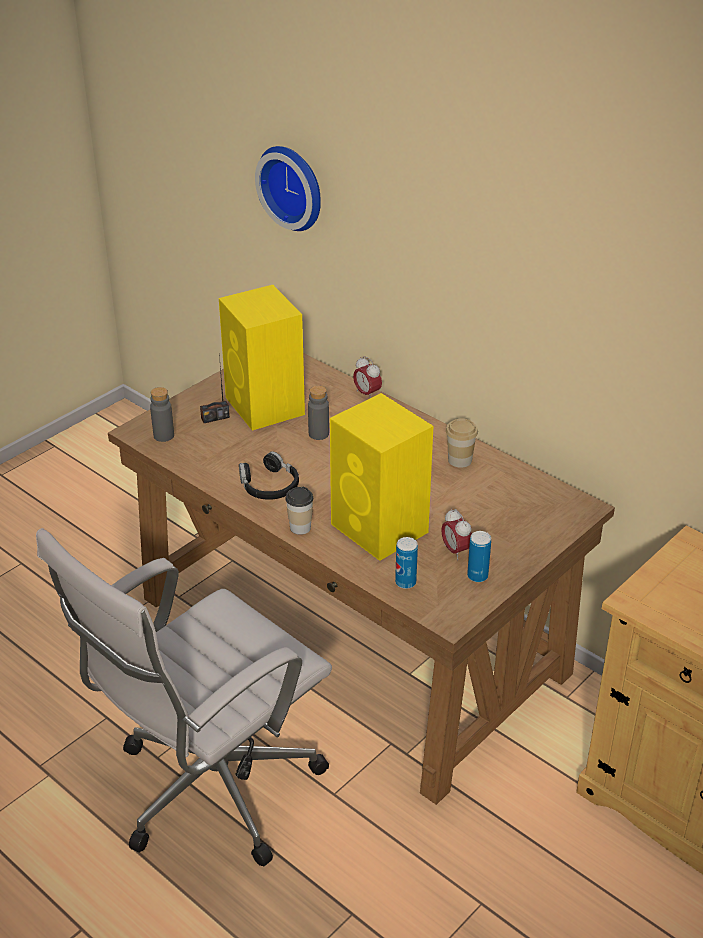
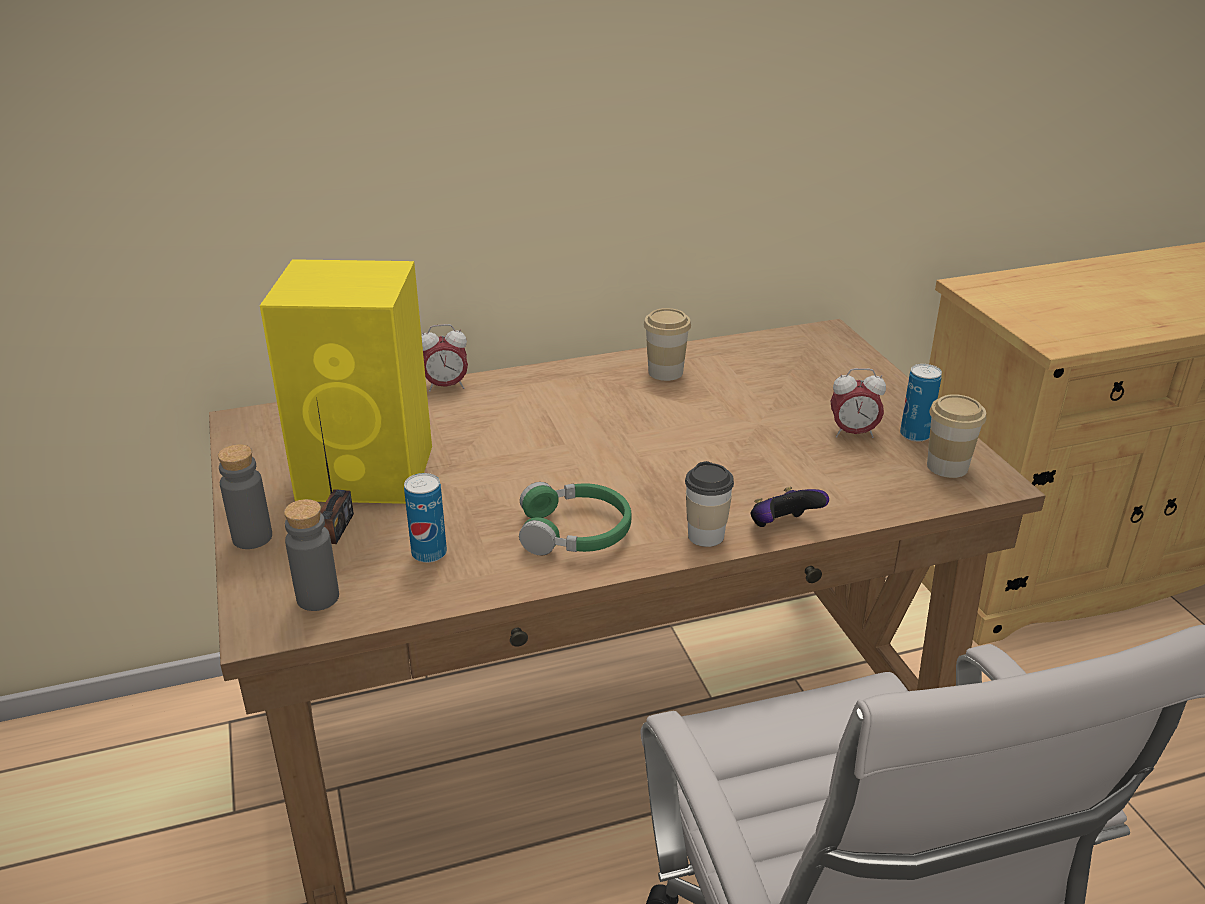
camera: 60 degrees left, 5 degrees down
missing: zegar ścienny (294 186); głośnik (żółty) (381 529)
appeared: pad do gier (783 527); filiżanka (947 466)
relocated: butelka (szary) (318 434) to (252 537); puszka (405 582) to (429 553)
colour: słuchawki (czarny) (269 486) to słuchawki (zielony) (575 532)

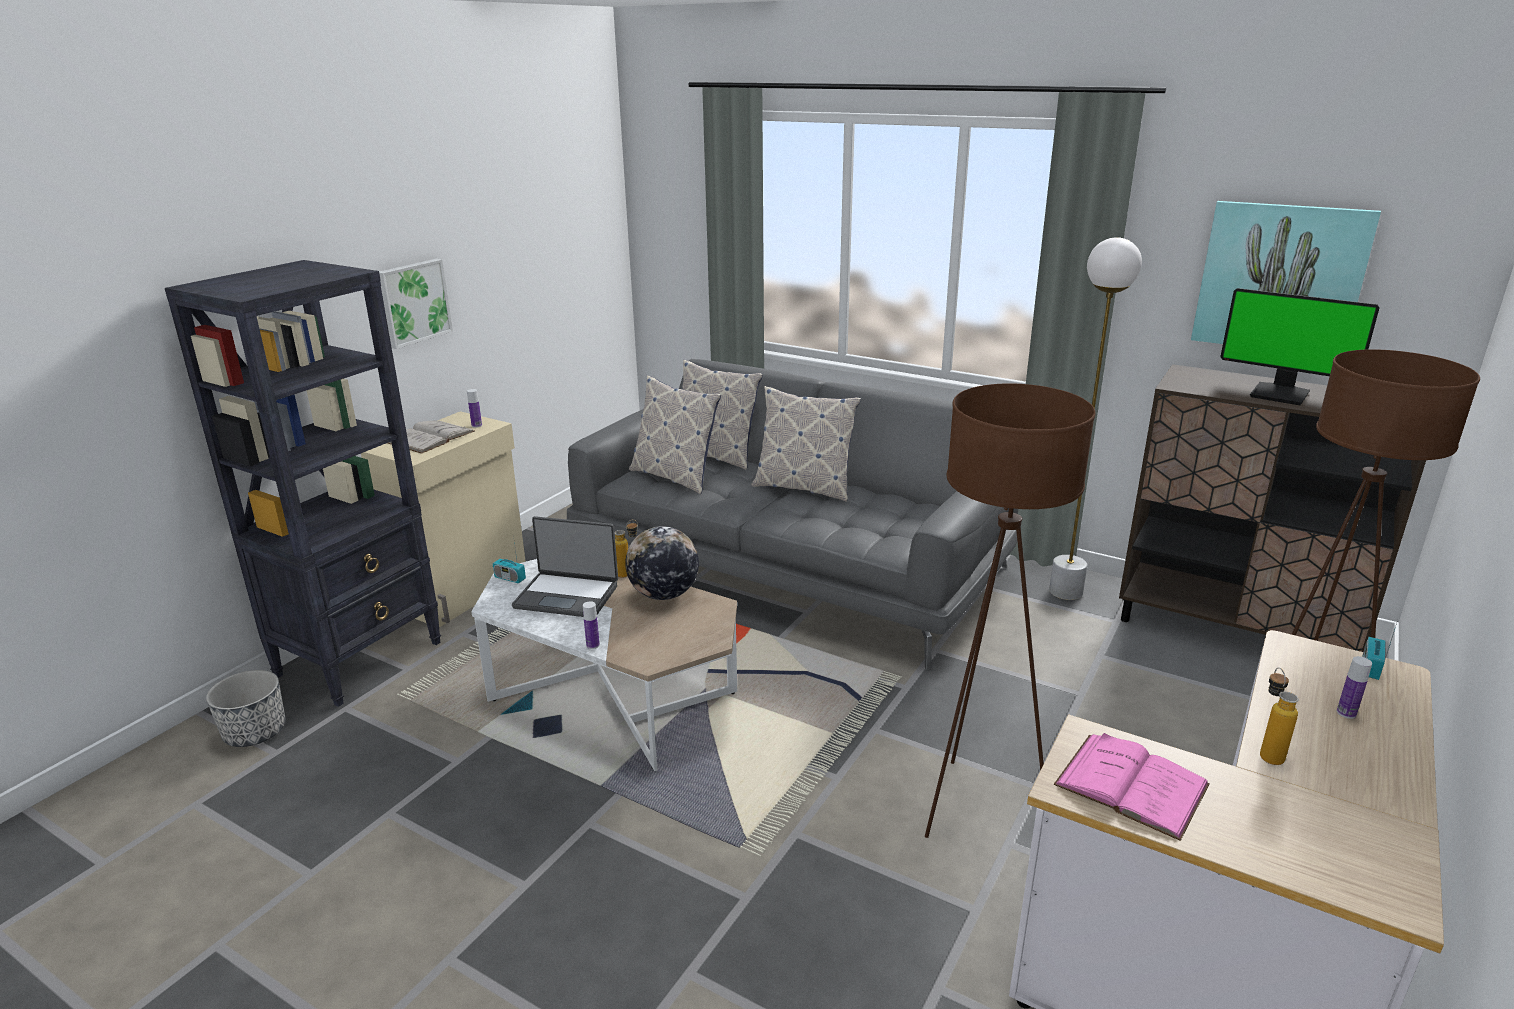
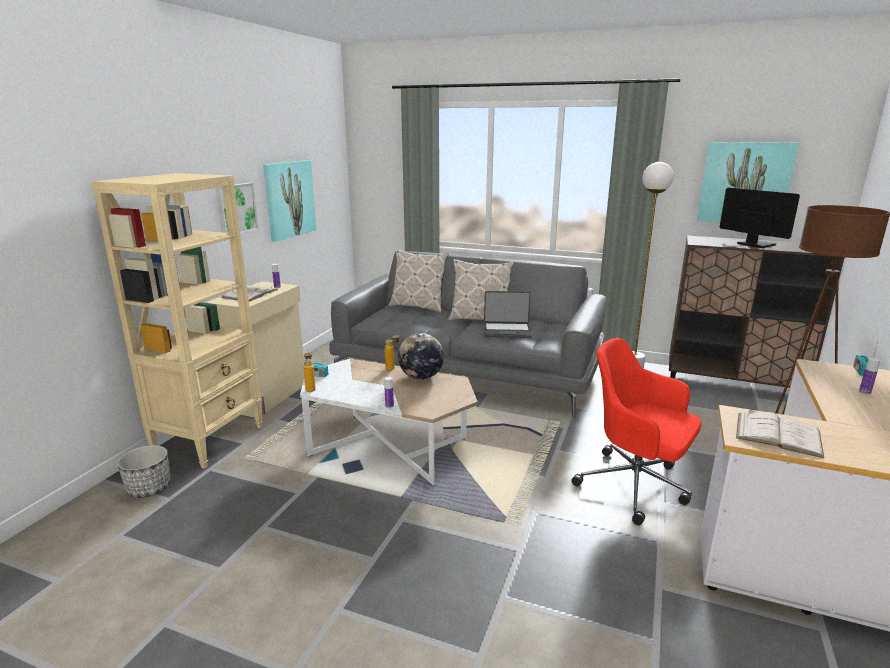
camera: 10 degrees left, 5 degrees down
missing: poduszka (675 477)
appeared: obraz (290 199)
relocated: laptop (567 595) to (507 331); butelka (1267 752) to (310 388)
exchanged: lampa stojąca (brązowy) (977 807) to krzesło biurowe (czerwony) (635 486)
colour: regał (czarny) (361 658) to regał (beżowy) (210 439); książka (różowy) (1131 784) to książka (biały) (778 434)
spun: monitor (1280 394) = (754 244) 150 degrees counterclockwise

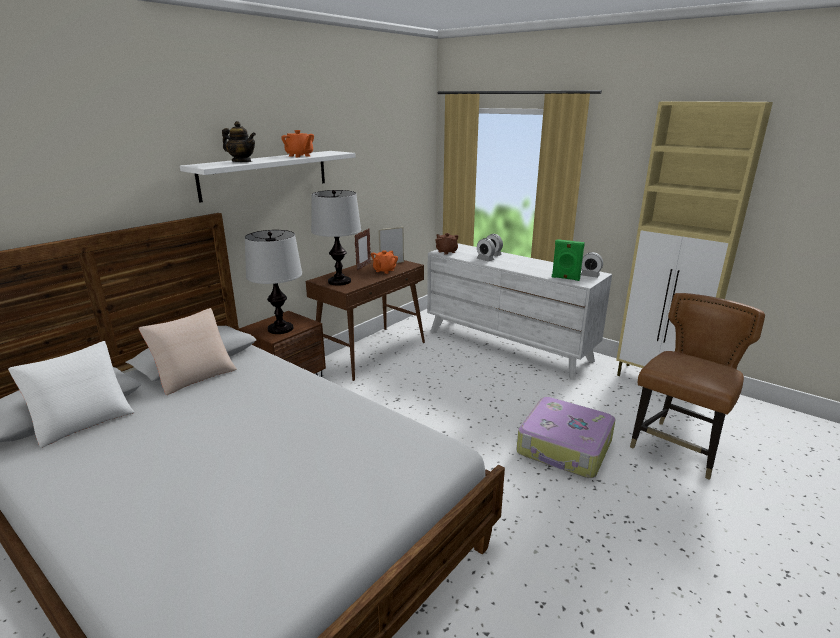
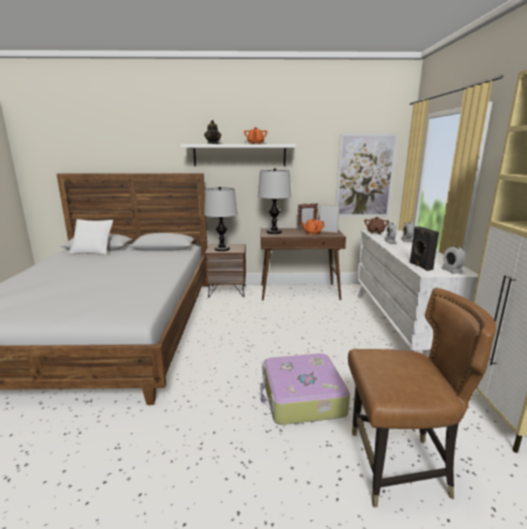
camera: 50 degrees right, 5 degrees down
missing: poduszka (beżowy) (194 375)
appeared: obraz (365 176)
colour: głośnik (zielony) (565 278) to głośnik (czarny) (420 266)

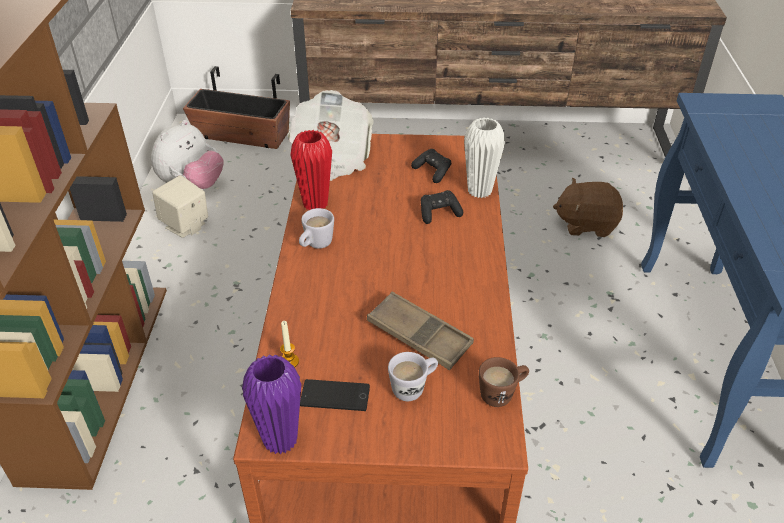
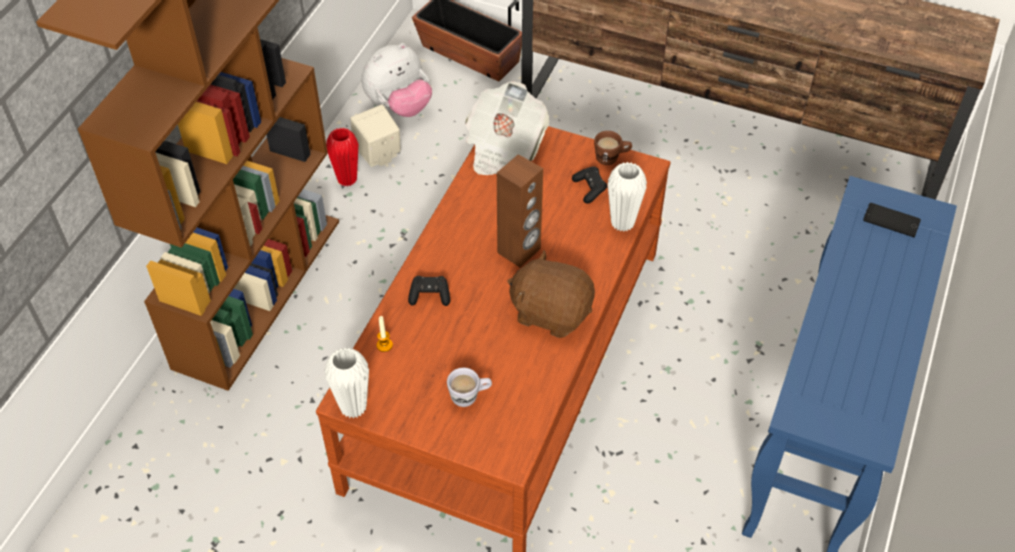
camera: 20 degrees right, 10 degrees up
missing: kubek (biały) (315 245); taca (brązowy) (419 335)
appeared: głośnik (brązowy) (519 251)
relocated: wazon (czerwony) (315 204) to (347 179); telefon (335 396) to (891 220); pad do gier (czarny) (439 213) to (430 295); kubek (brązowy) (502 394) to (611 158); pluszak (brązowy) (586 224) to (551 312)
colour: wazon (fioletowy) (280 440) to wazon (biały) (353 407)

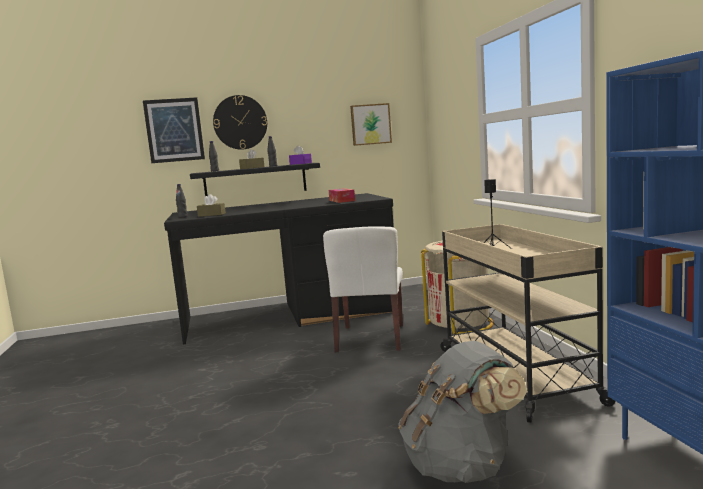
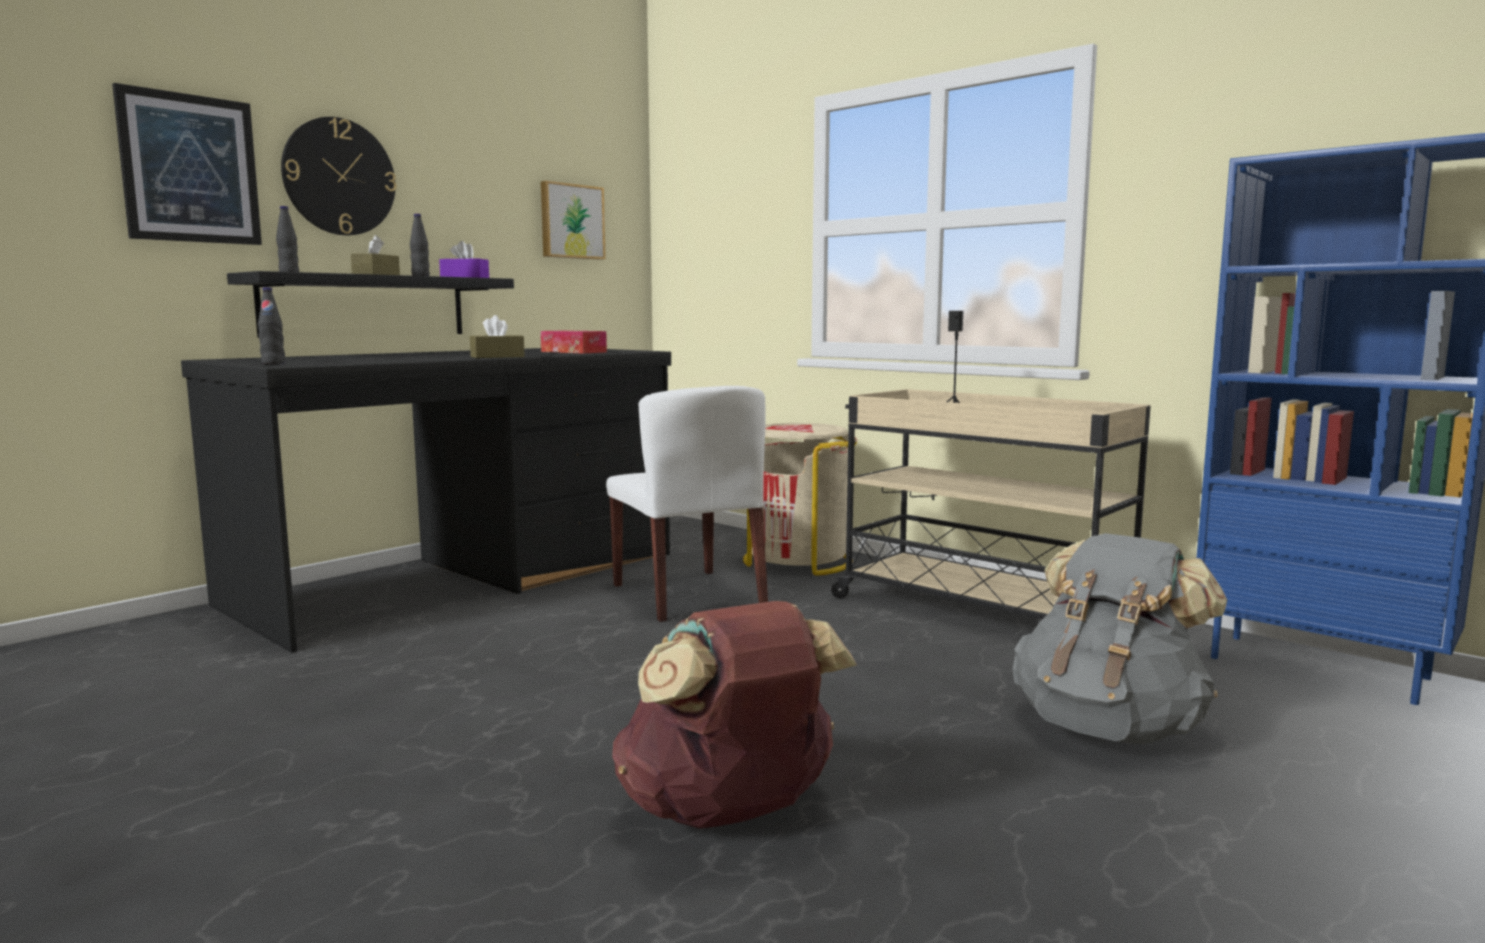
camera: 35 degrees left, 0 degrees up
appeared: plecak (brązowy) (730 813)
relocated: pudełko chusteczek (brązowy) (211 215) to (497 357)

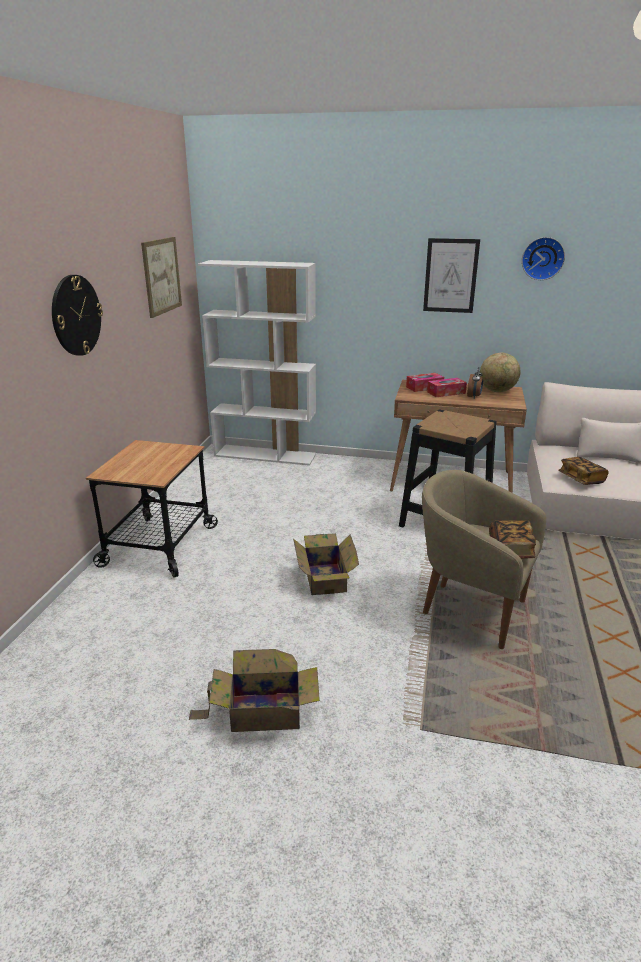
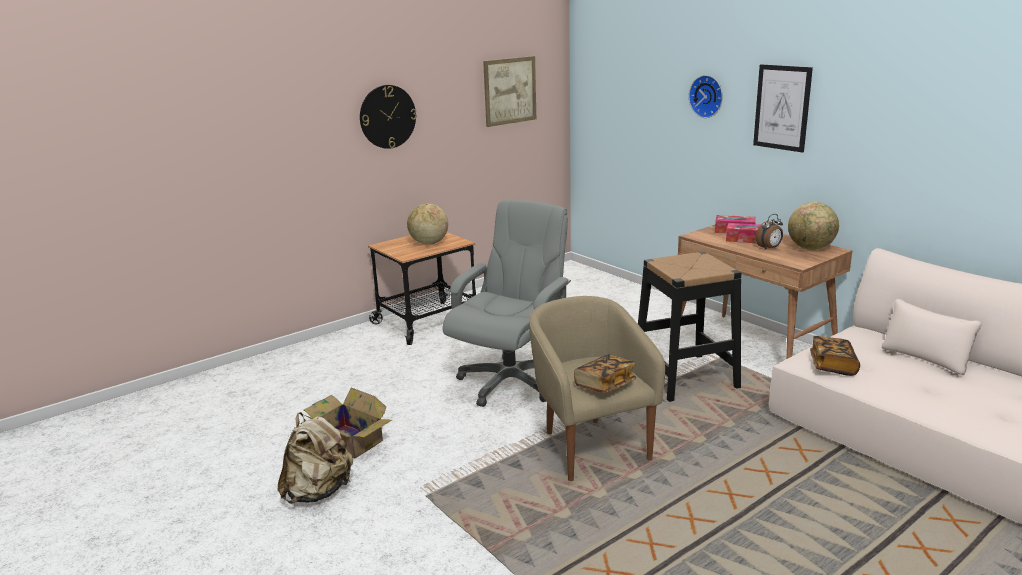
camera: 40 degrees right, 5 degrees down
missing: regał (biały) (265 455)
appeared: plecak (beżowy) (318 492); globus (428 243)
relocated: zegar ścienny (542 258) to (707 96)
exchanged: karton (325 577) to krzesło biurowe (szary) (510 381)

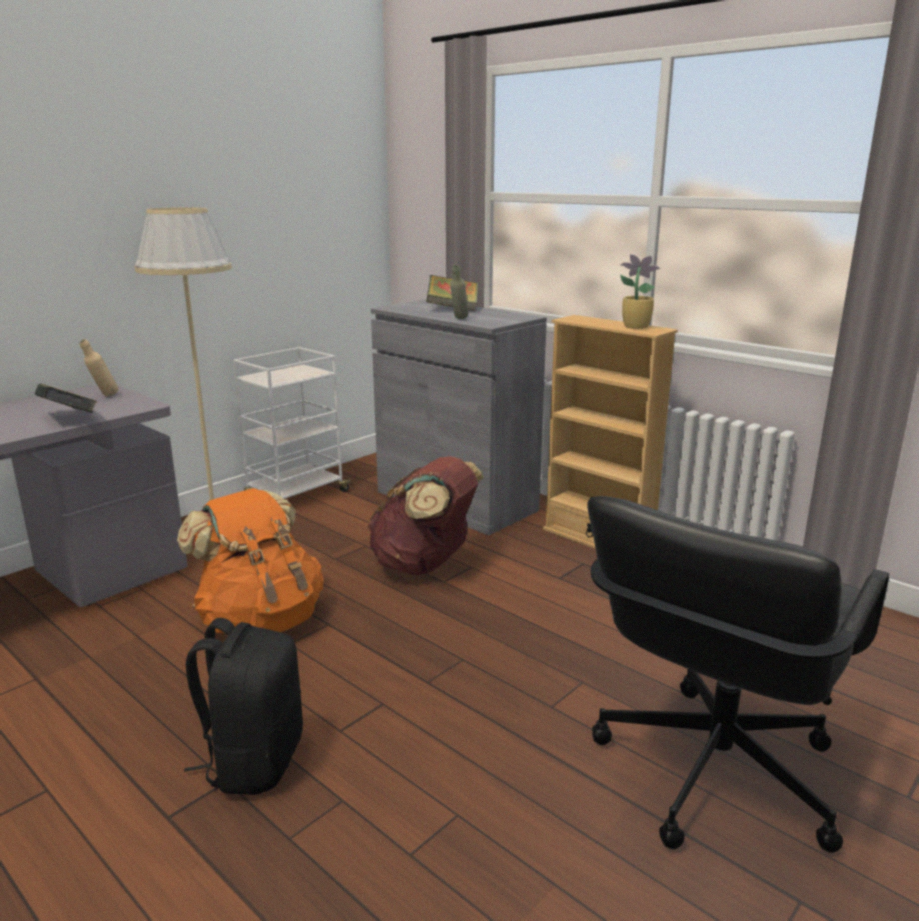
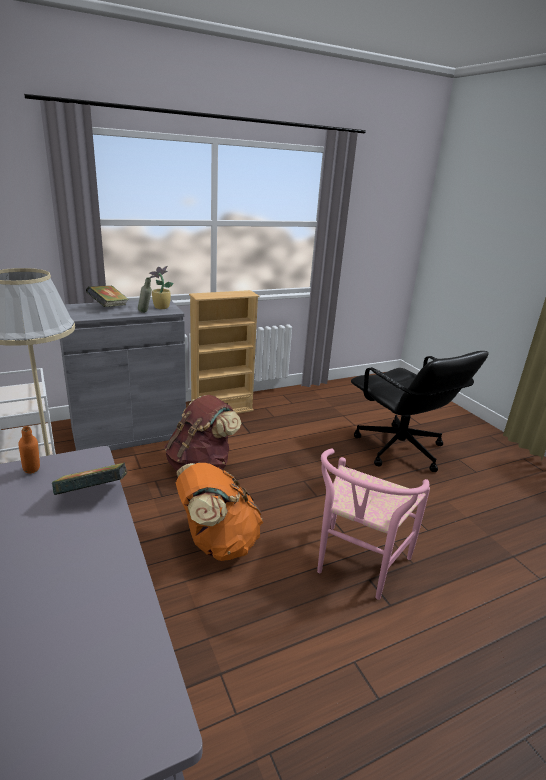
camera: 70 degrees left, 5 degrees up
relocated: roślina doniczkowa (634 326) to (160 307)
exchanged: plecak (czarny) (254 761) to krzesło (różowy) (356 566)
colour: butelka (beżowy) (104 397) to butelka (pomarańczowy) (33 474)

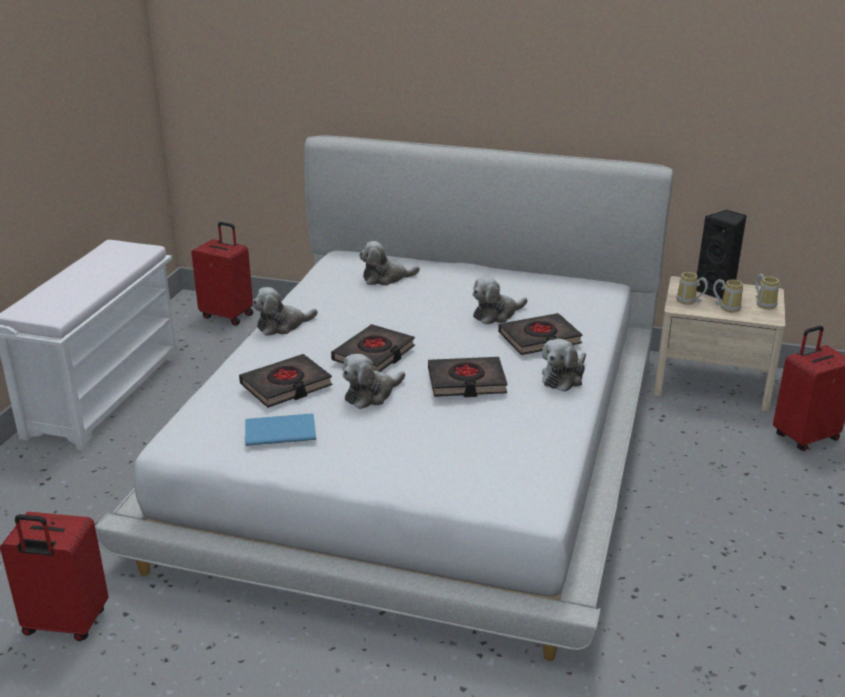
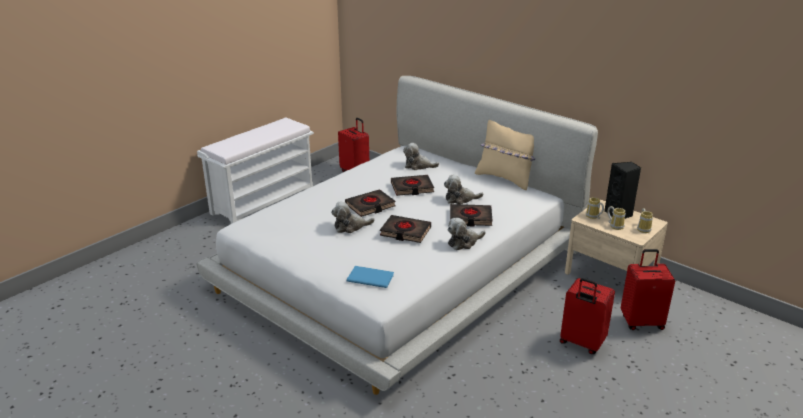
camera: 25 degrees right, 0 degrees up
missing: pluszak (282 325)
appeared: poduszka (beżowy) (505 178)
relocated: walizka (czerwony) (65 624) to (581 343); książka (czarny) (286 386) to (412 188); książka (niebieski) (278 430) to (369 277)

